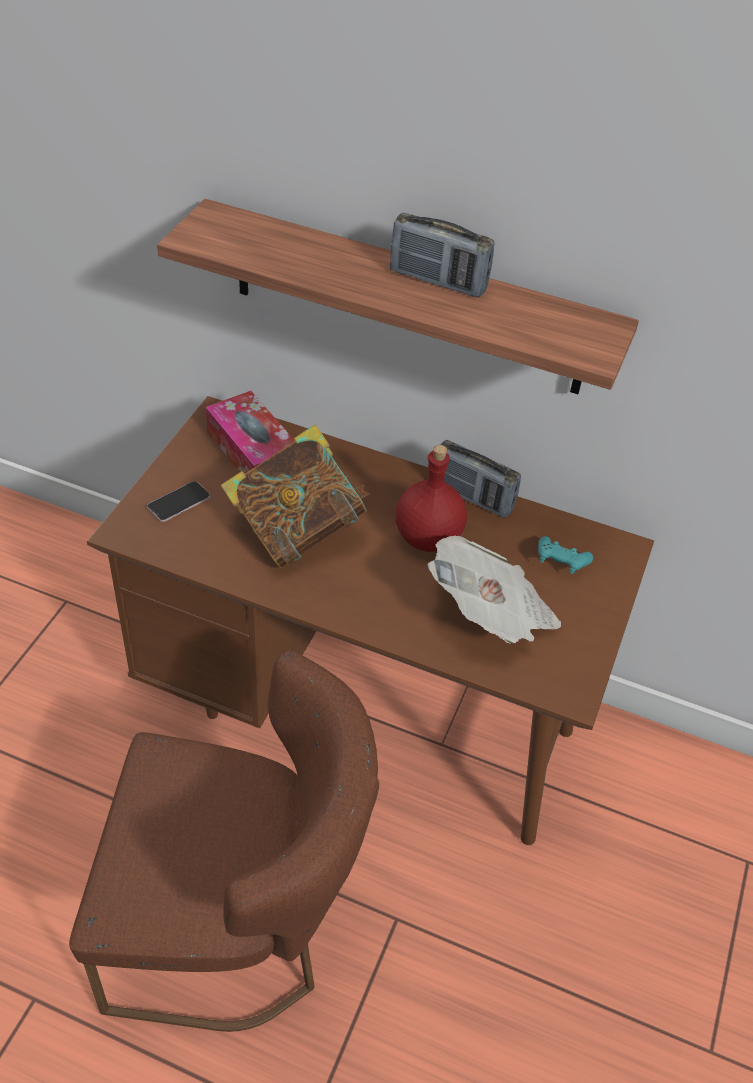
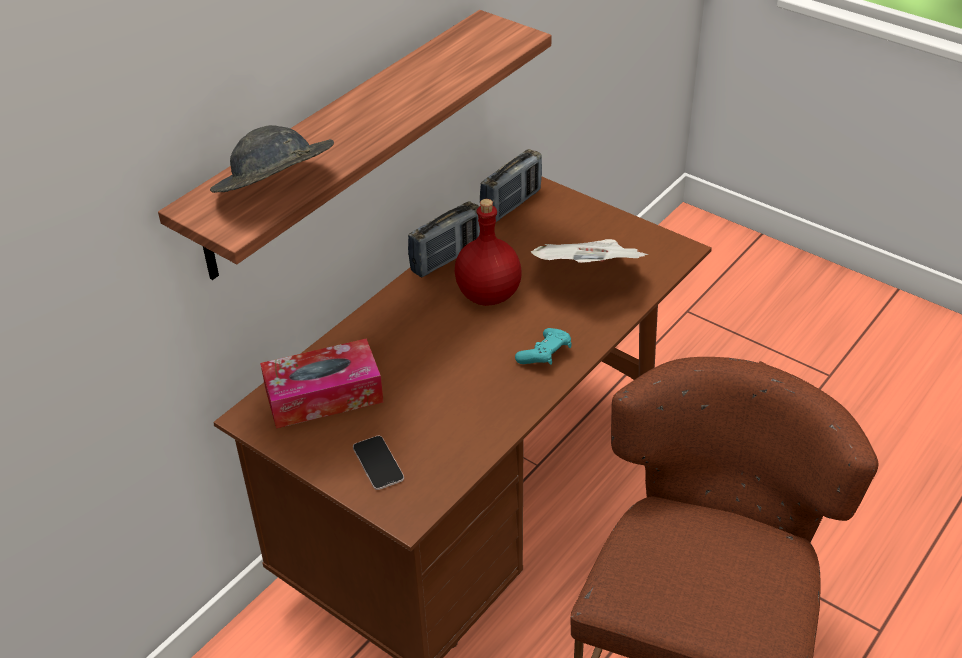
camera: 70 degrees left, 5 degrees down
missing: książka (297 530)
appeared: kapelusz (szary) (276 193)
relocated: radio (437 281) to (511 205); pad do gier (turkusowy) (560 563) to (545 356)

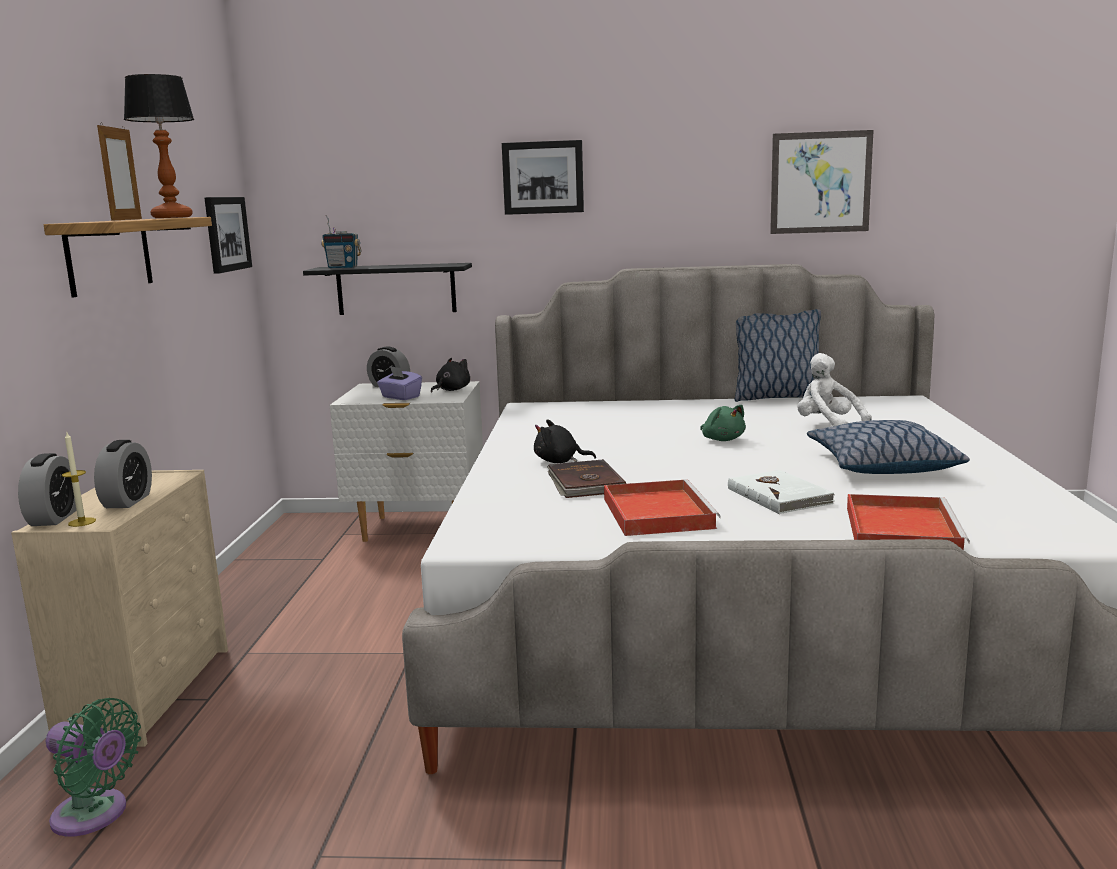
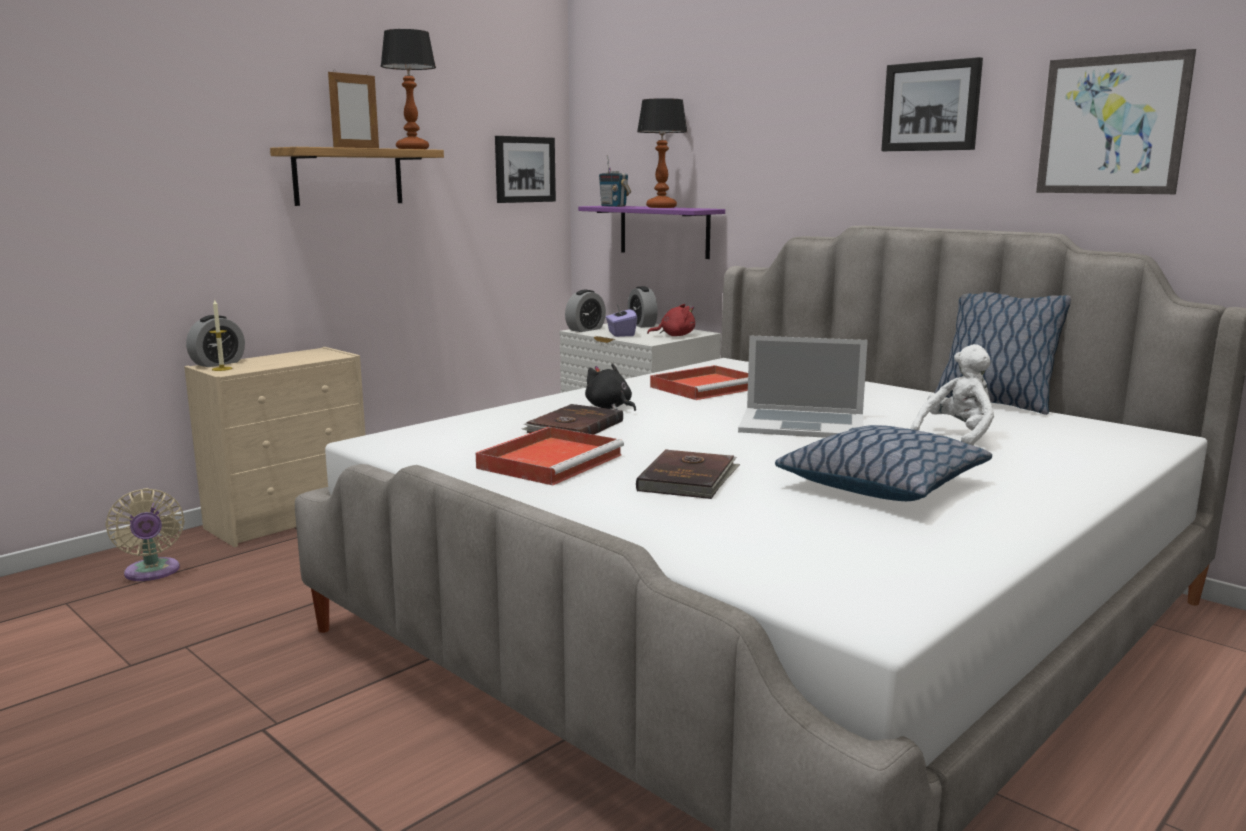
camera: 40 degrees right, 0 degrees up
appeared: lampa stołowa (660 207)
relocated: budzik (127 501) to (585 329); obraz (543 177) to (931 106); taca (czerwony) (900 529) to (706 387)
exchanged: pluszak (zielony) (722 439) to laptop (802 424)
colour: wentylator (zielony) (95 815) to wentylator (beżowy) (152 573); półka (czarny) (396 289) to półka (fioletowy) (664 231); pluszak (czarny) (451 390) to pluszak (czerwony) (675 335); książka (biały) (780 495) to książka (brązowy) (689 479)
spun: pluszak (biały) (827 426) = (956 438) 45 degrees clockwise

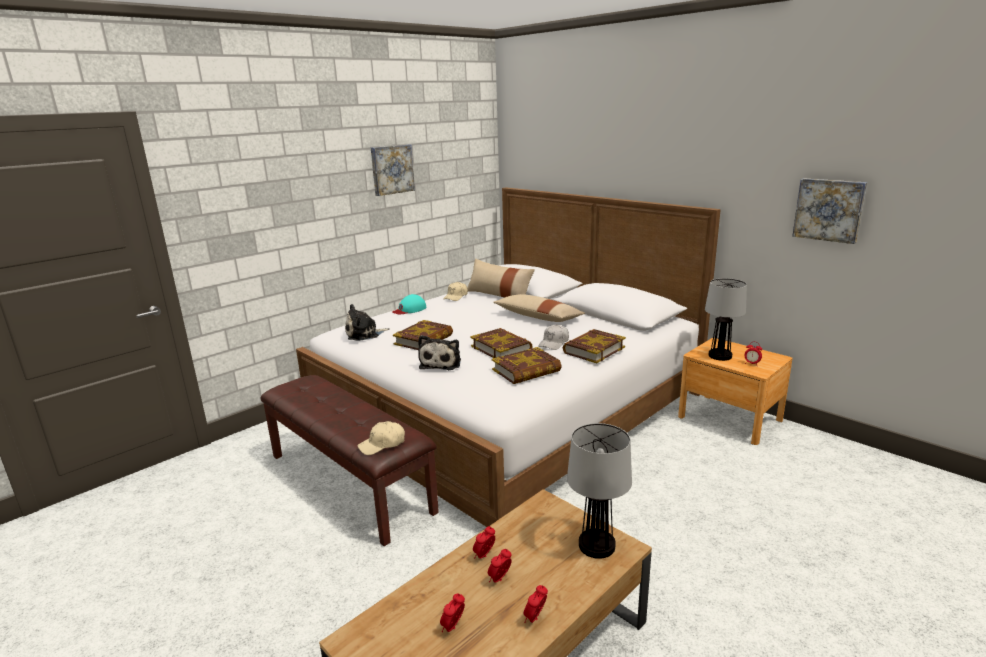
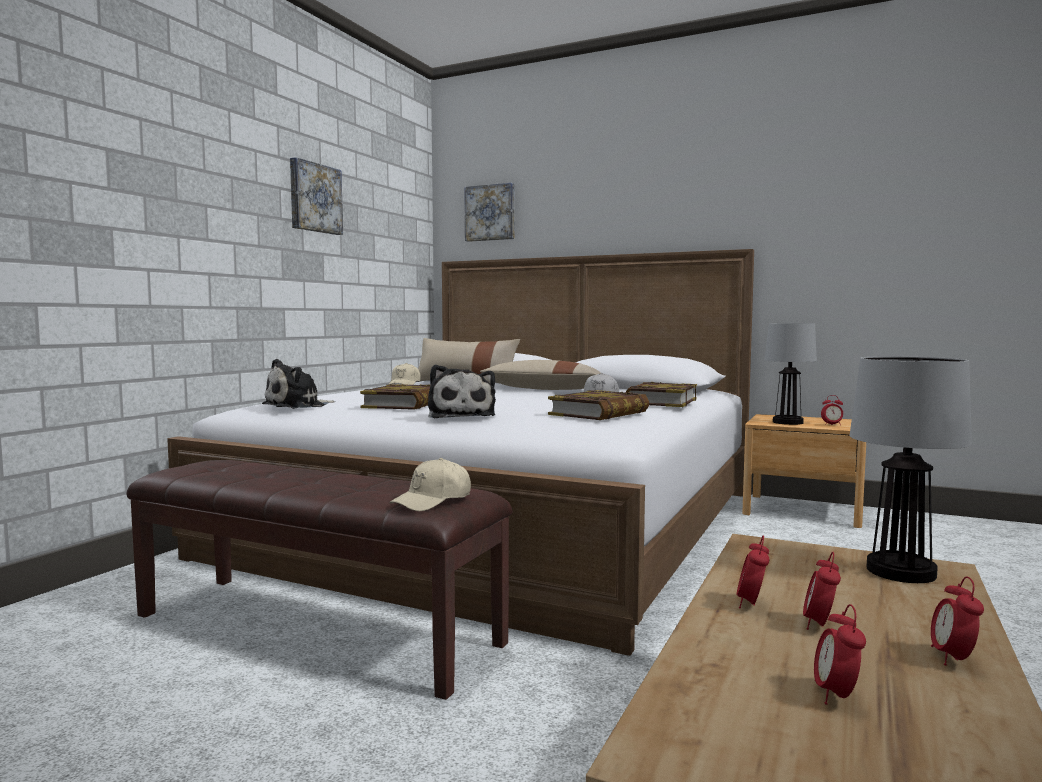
camera: 20 degrees left, 15 degrees down
missing: czapka z daszkiem (turkusowy) (409 309); książka (501 348)
relocated: obraz (829 210) to (490 213)

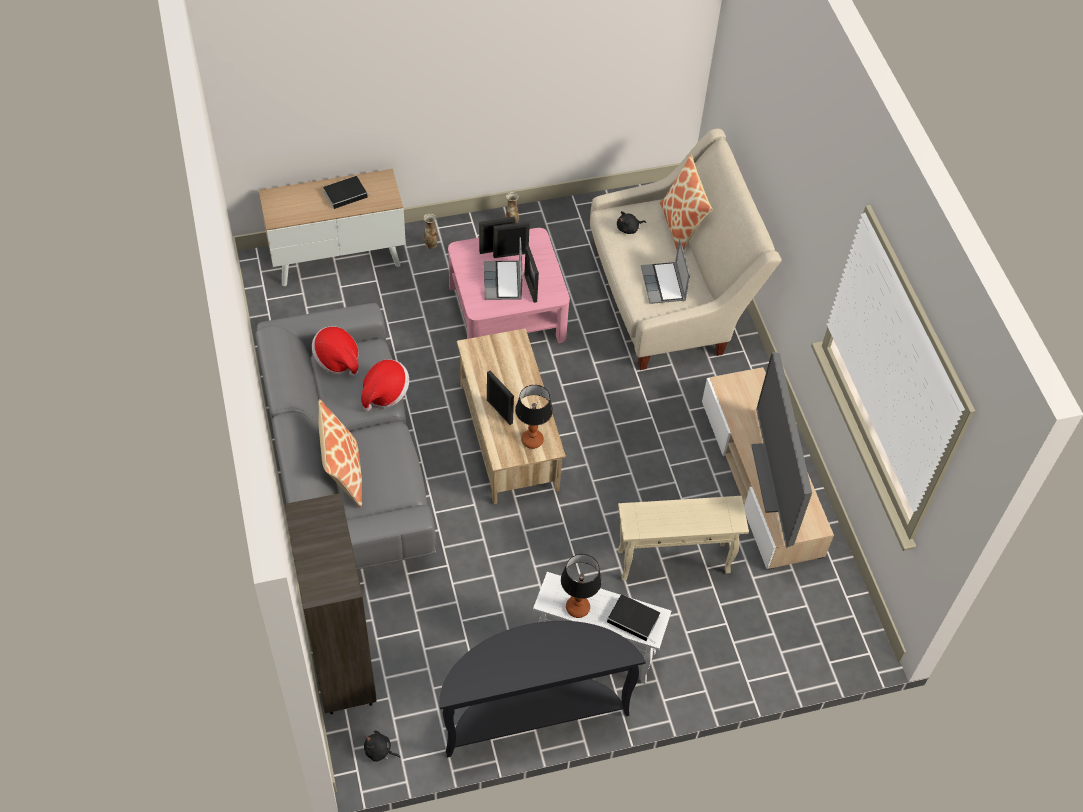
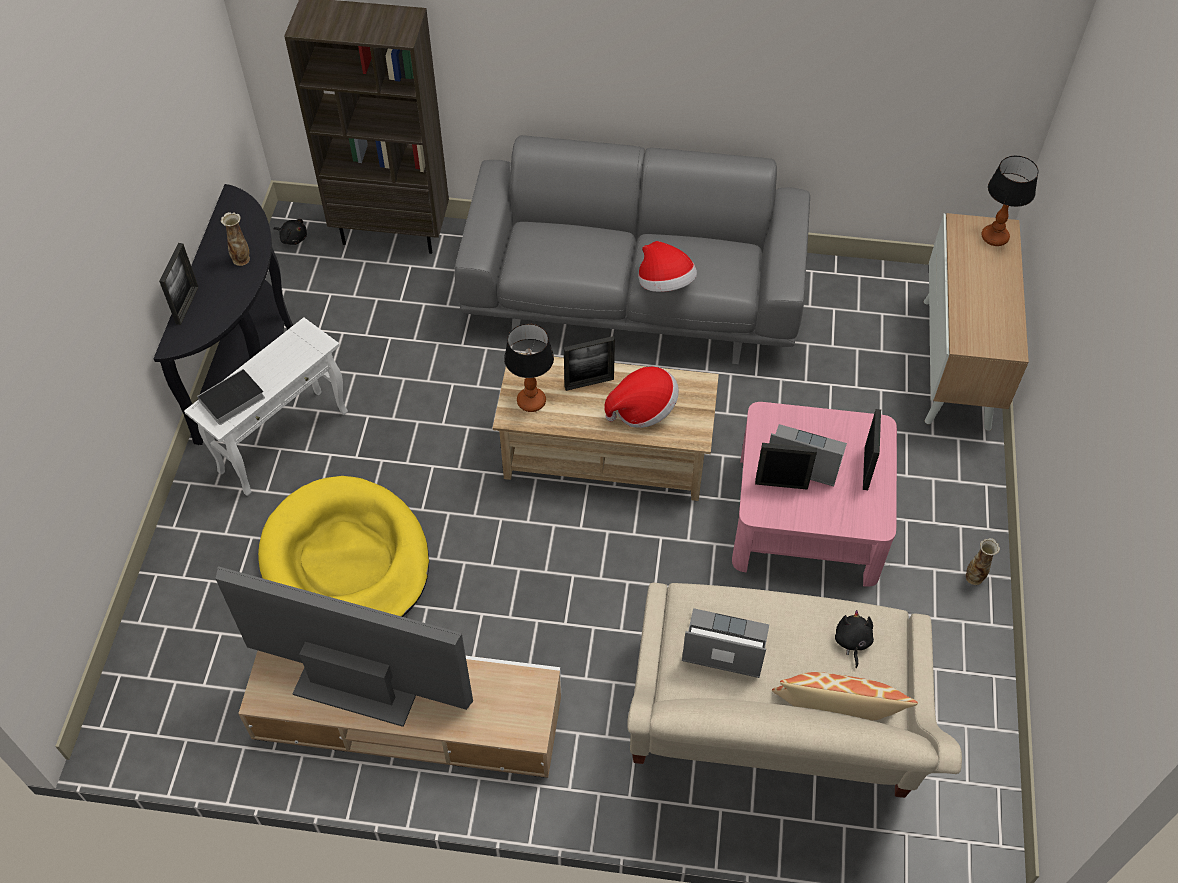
camera: 115 degrees right, 0 degrees up
missing: poduszka (343 473); książka (346 194)
relocated: kapelusz (337 360) to (642 409); wazon (431 244) to (242 259); ramka na zdjęcie (510 254) to (187 305); lampa stołowa (577 607) to (995 237)
exchanged: stolik (beżowy) (673 561) to legowisko (żółty) (346 561)
spun: pluszak (czarny) (379 751) = (293 238) 75 degrees clockwise

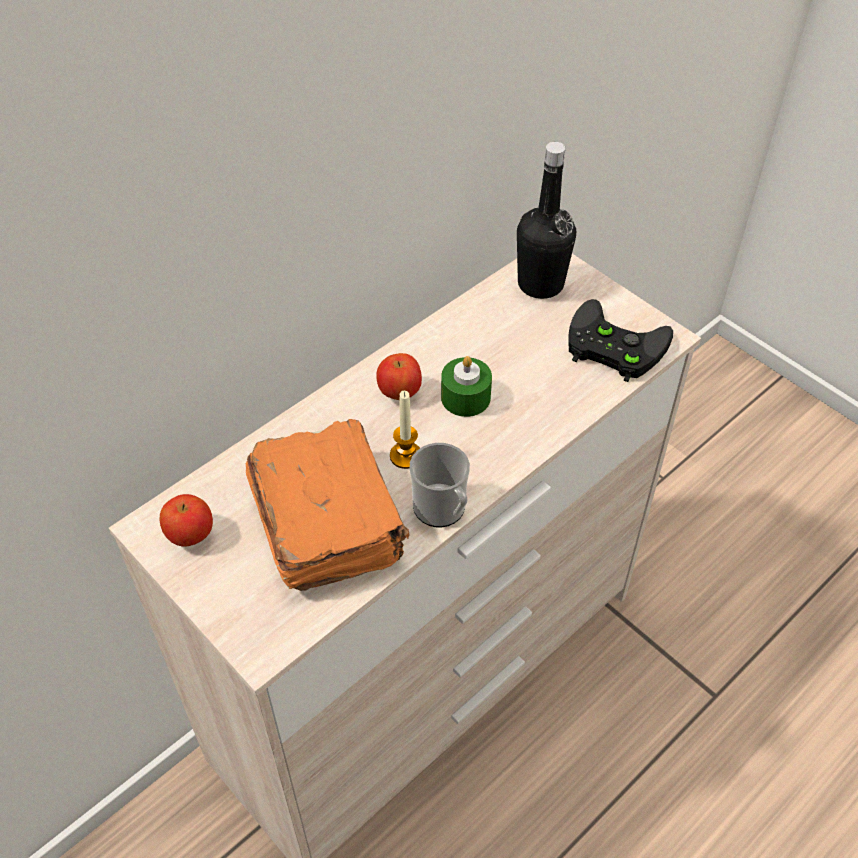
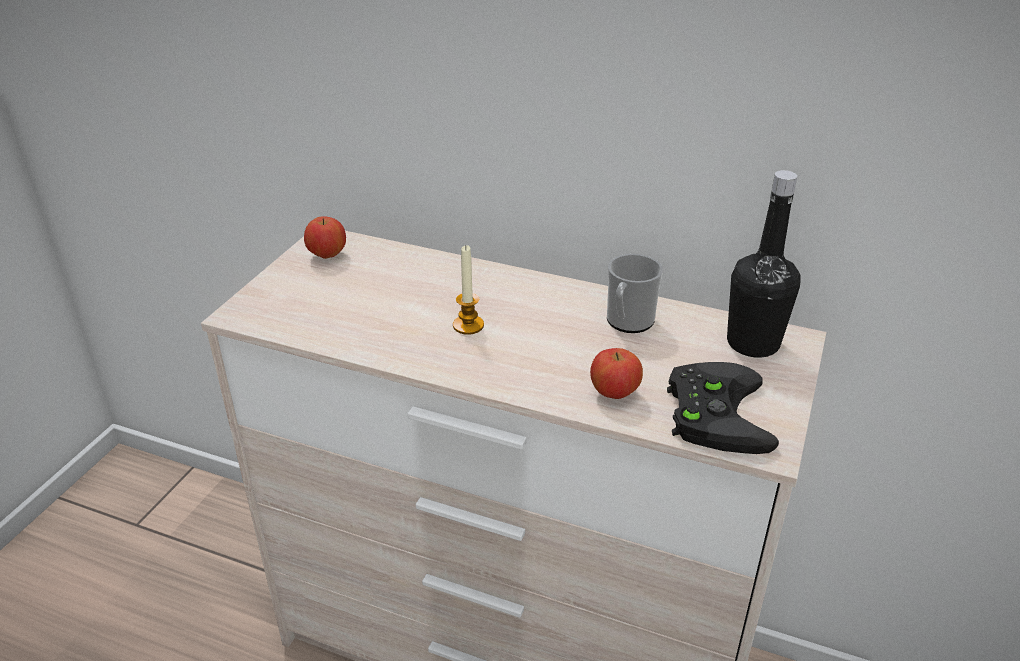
camera: 65 degrees right, 15 degrees down
missing: książka (pomarańczowy) (328 520); świeca (zielony) (465 397)
relocated: jabłko (399 392) to (614 393); kubek (442 511) to (627 322)

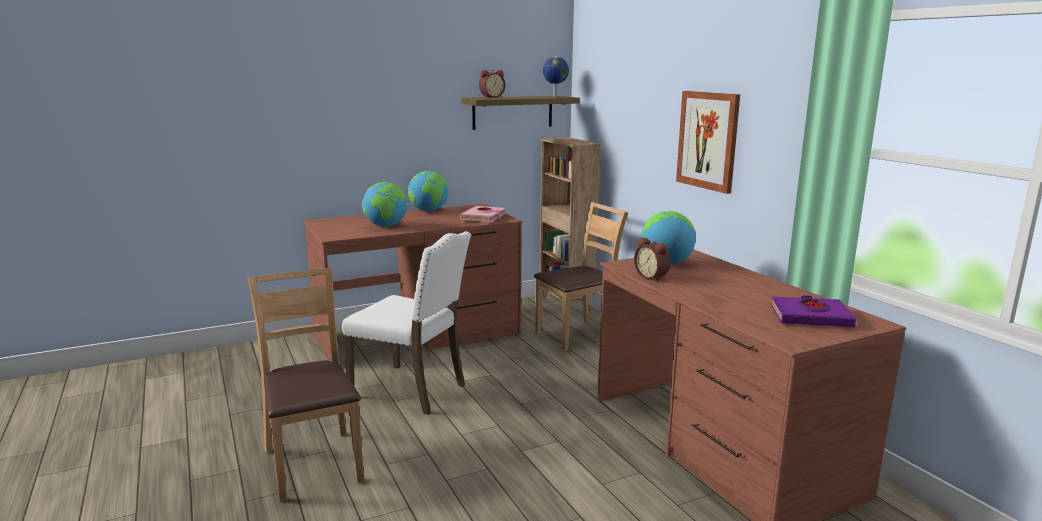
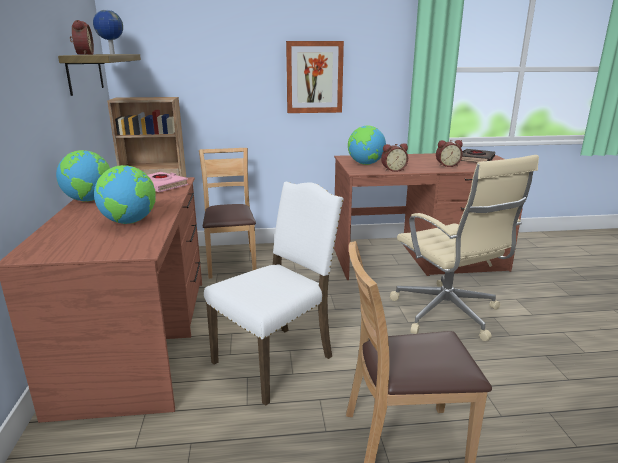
camera: 70 degrees left, 5 degrees up
appeared: krzesło biurowe (beżowy) (447 314); budzik (447 165)
colour: książka (fioletowy) (810 317) to książka (czarny) (476 159)

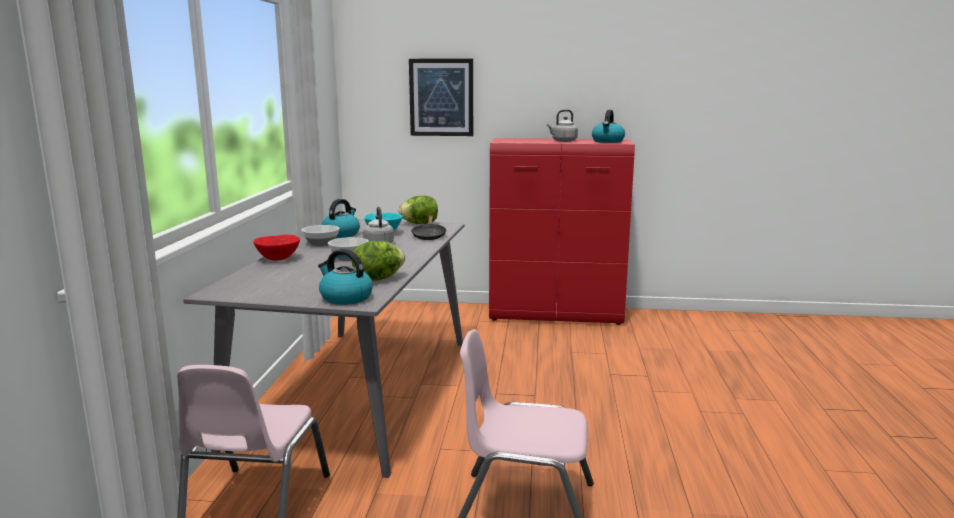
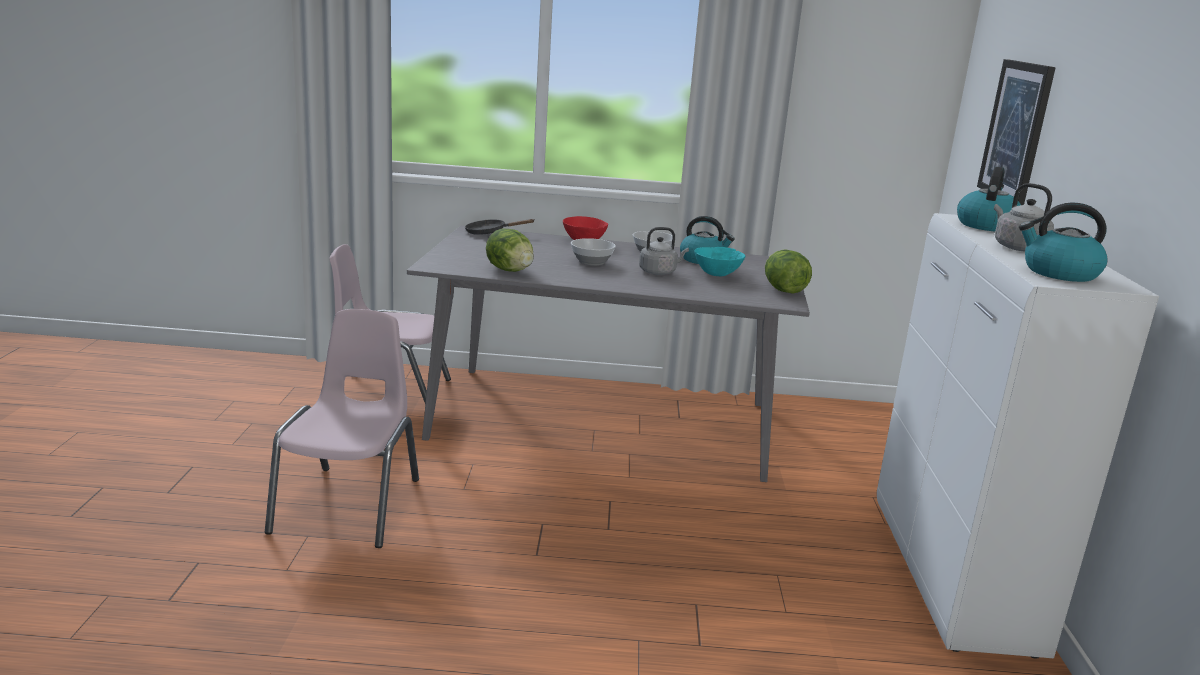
camera: 85 degrees right, 5 degrees up
relocated: czajnik (345 298) to (986 225); patelnia (czarny) (429 236) to (489 233)
colour: szafka (czerwony) (556 315) to szafka (biały) (952 576)

